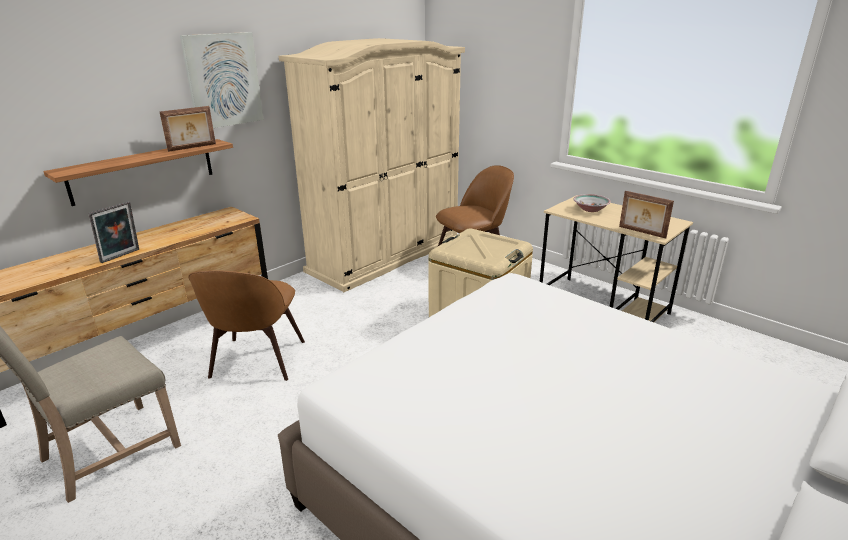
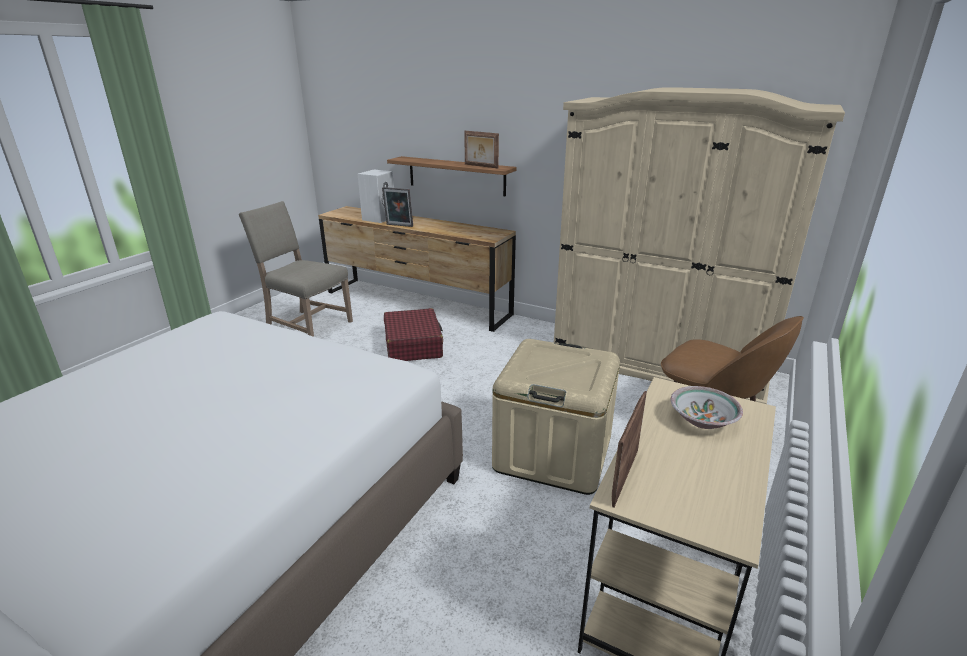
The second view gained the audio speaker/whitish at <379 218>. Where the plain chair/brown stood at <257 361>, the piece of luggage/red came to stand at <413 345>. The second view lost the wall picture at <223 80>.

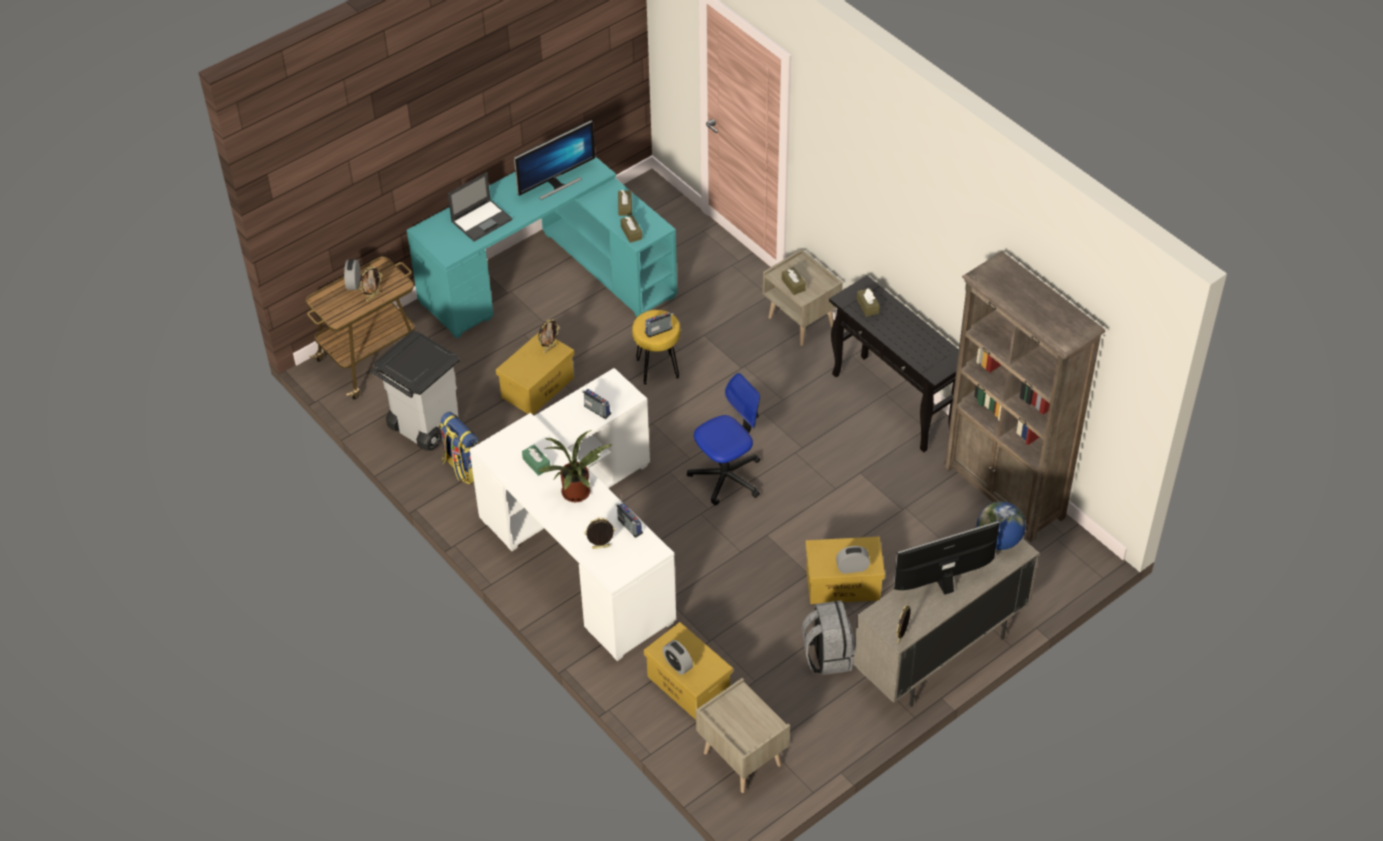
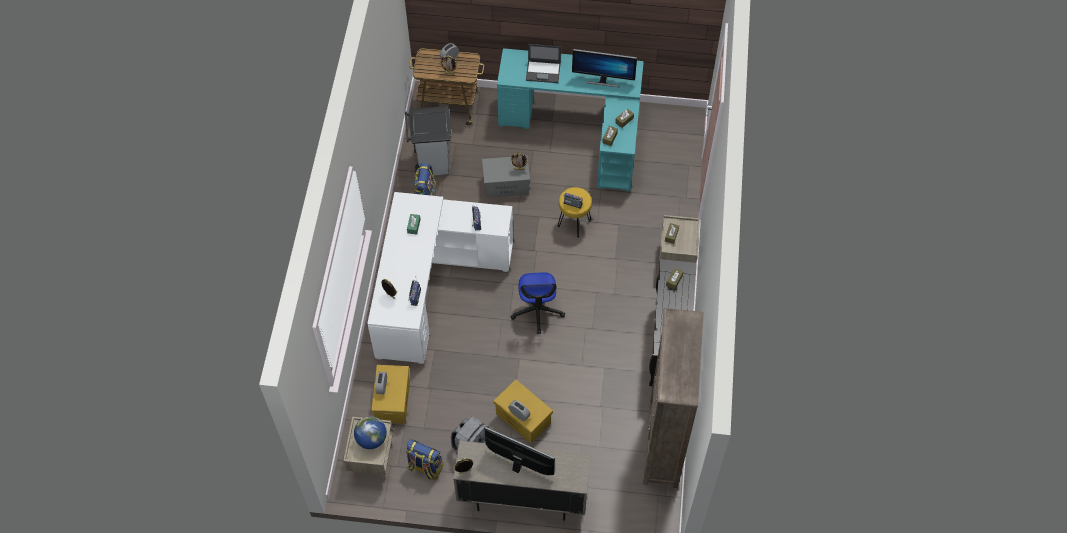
The world globe ended up elsewhere, having gone from <998 540> to <372 439>. The second view gained the knapsack at <425 467>. What was the storage box/yellow-coloured at <538 387> turned into the storage box/greyish at <506 184>. The desk chair at <726 476> ended up facing another way, 75 degrees clockwise from before. The second view lost the plant in a pot at <576 495>.

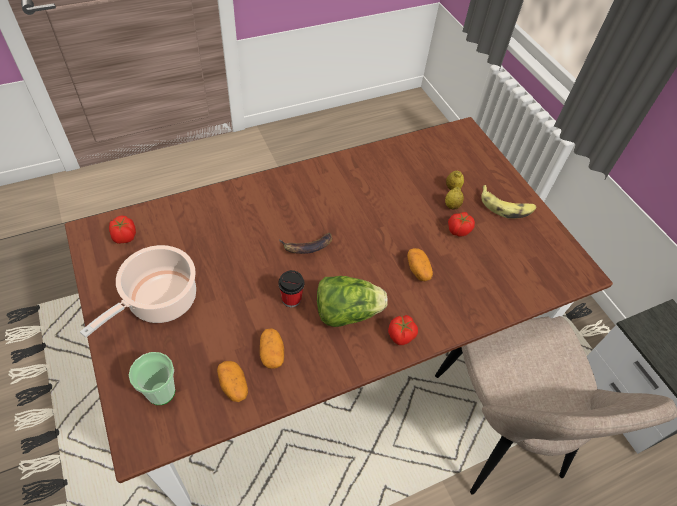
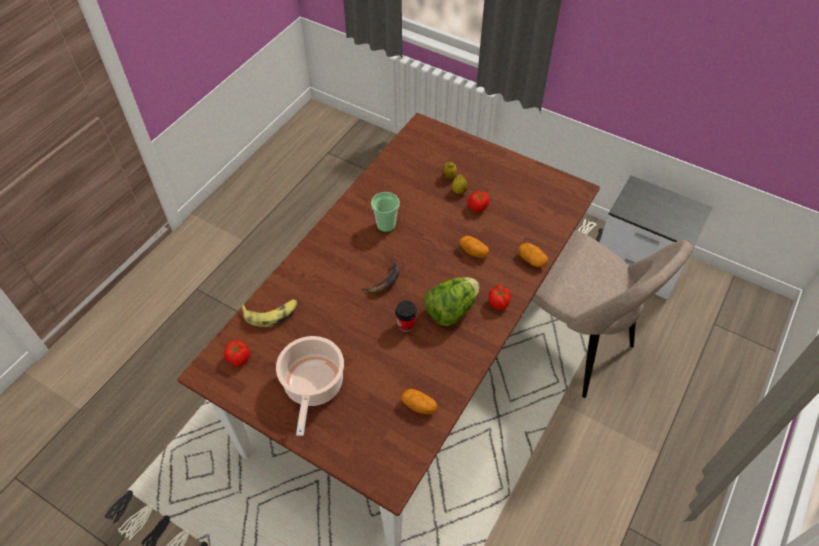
The banana fruit ended up elsewhere, having gone from <506 207> to <271 314>. The cup ended up elsewhere, having gone from <161 392> to <386 225>. The whole potato ended up elsewhere, having gone from <272 353> to <531 260>.

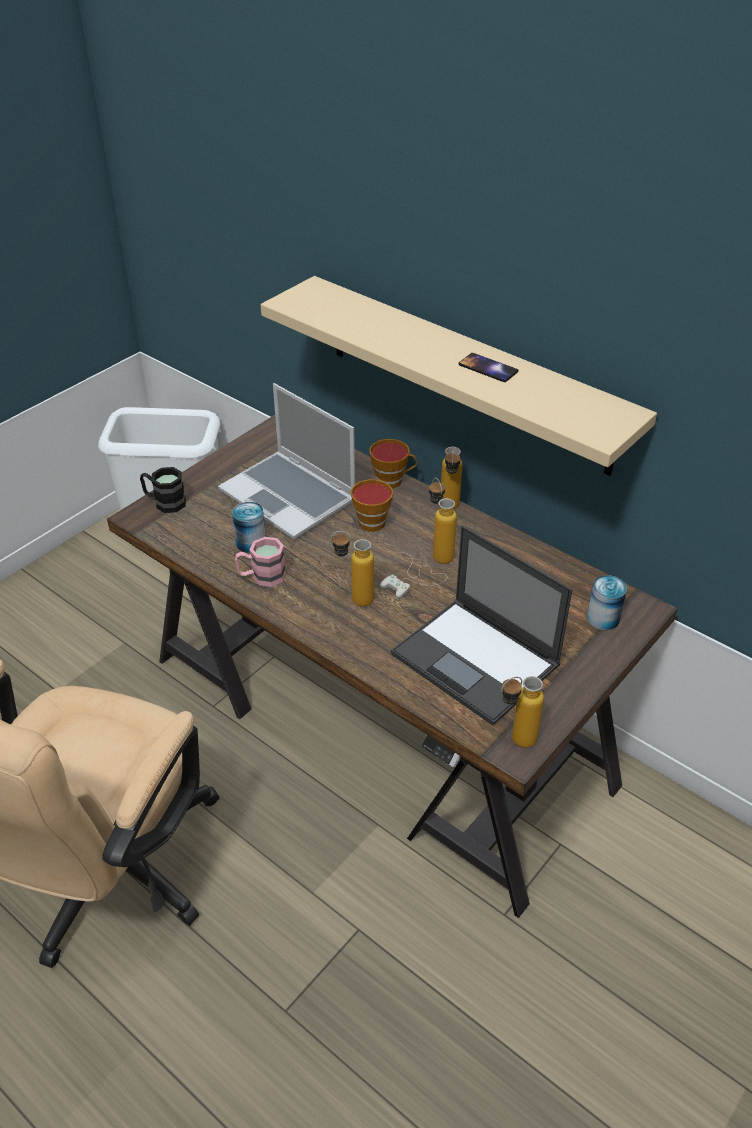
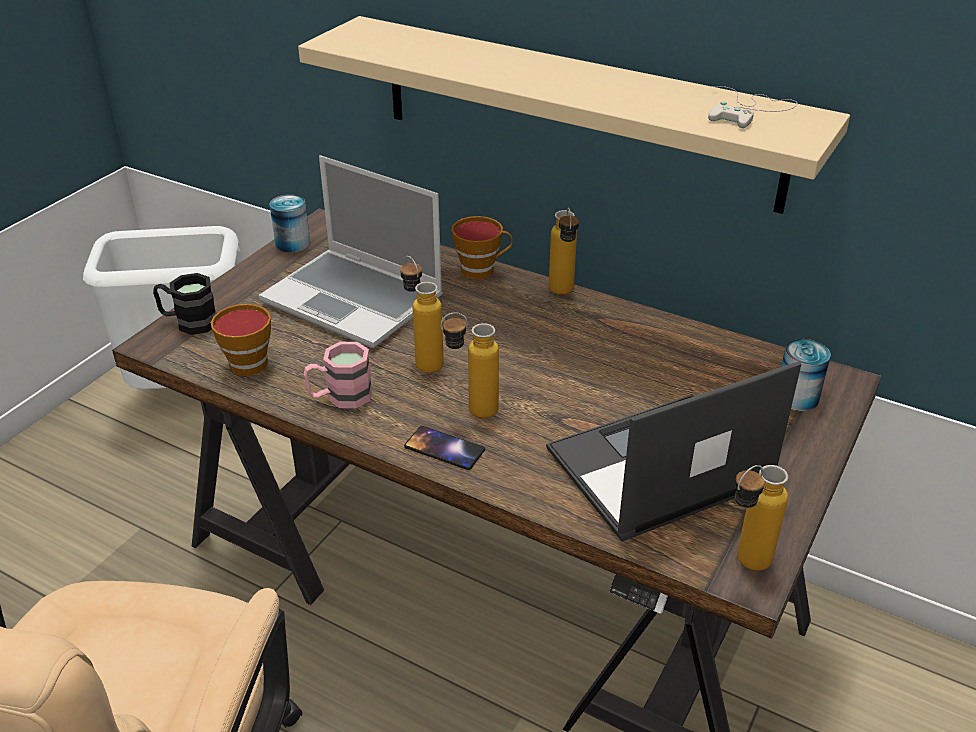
The cup ended up elsewhere, having gone from <373 520> to <251 361>. The sealed can ended up elsewhere, having gone from <251 542> to <292 243>. The drink bottle ended up elsewhere, having gone from <439 552> to <423 360>. The handset ended up elsewhere, having gone from <488 368> to <444 448>. The portable computer at <477 660> ended up facing another way, 120 degrees clockwise from before. The game controller/whitish ended up elsewhere, having gone from <413 579> to <749 110>.

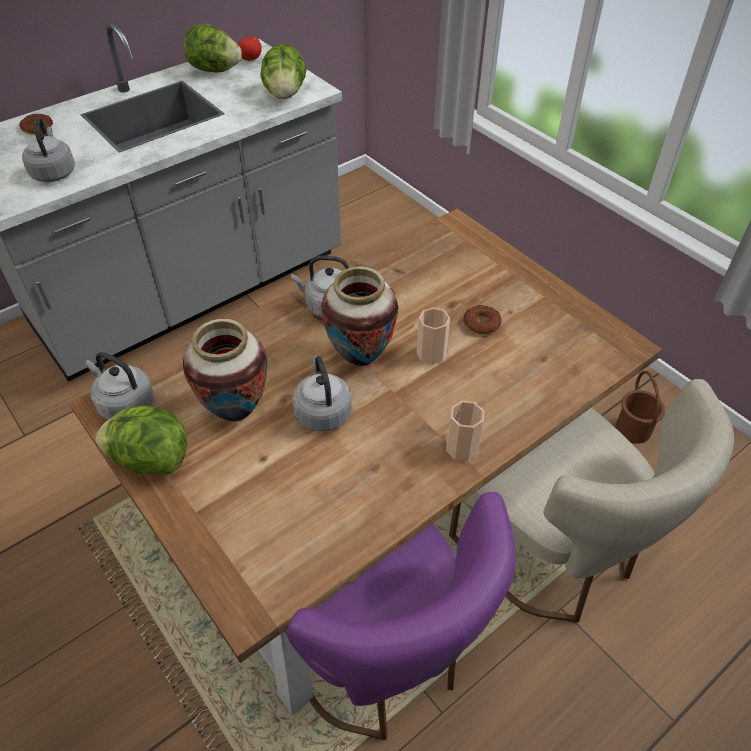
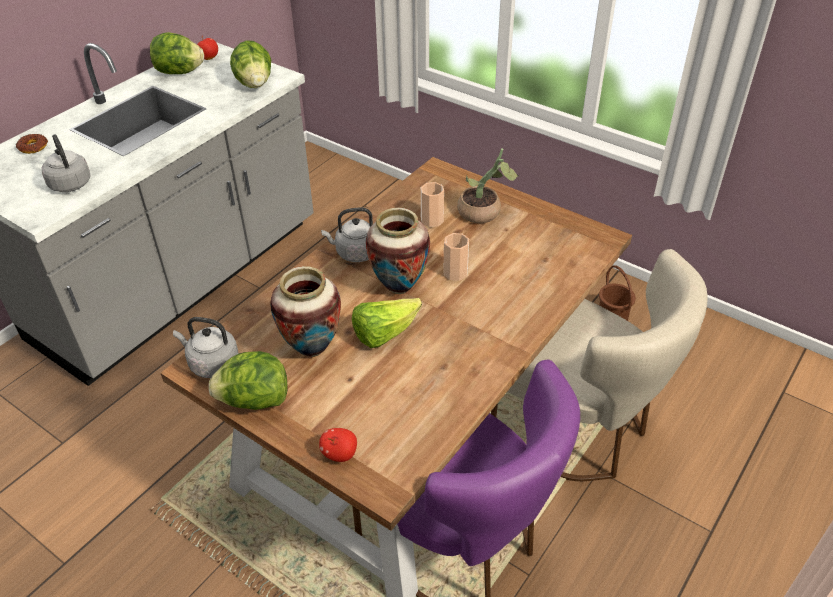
The second view gained the apple fruit at <340 454>. Where the tea kettle/greyish stood at <322 411>, the head of lettuce came to stand at <384 334>. The cup ended up elsewhere, having gone from <462 448> to <432 220>. The second view gained the plant in a pot at <484 213>. The second view lost the donut at <481 323>.

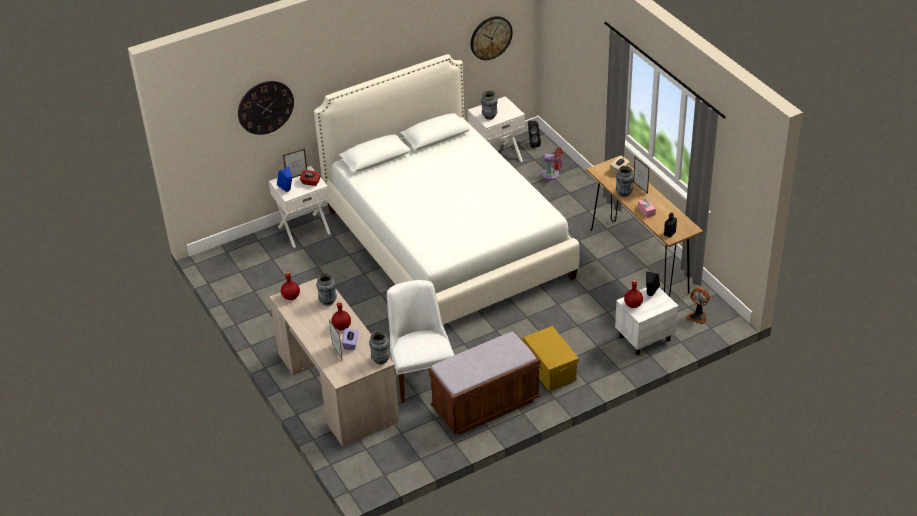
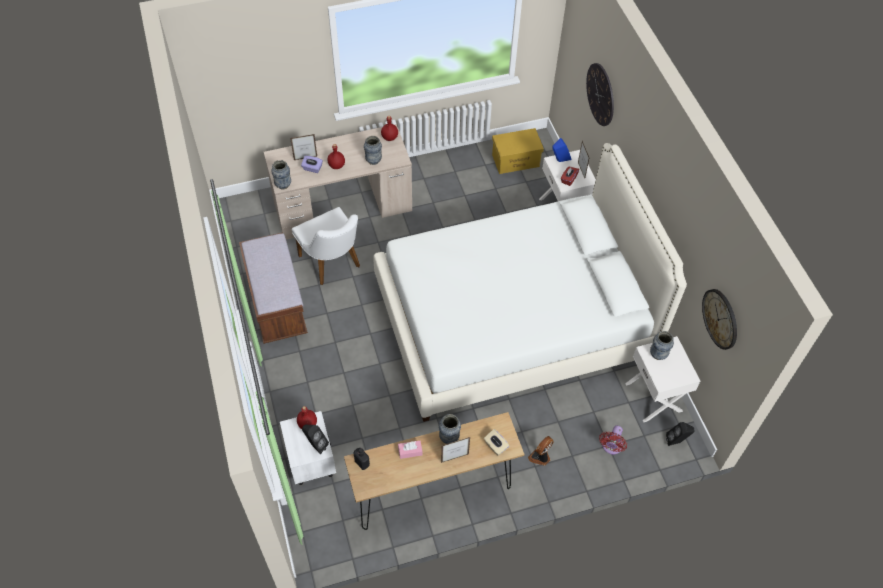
The plain chair/whitish at <421 375> ended up facing another way, 60 degrees clockwise from before. The storage box/yellow-coloured ended up elsewhere, having gone from <551 370> to <515 161>. The cooling fan ended up elsewhere, having gone from <697 316> to <540 457>.

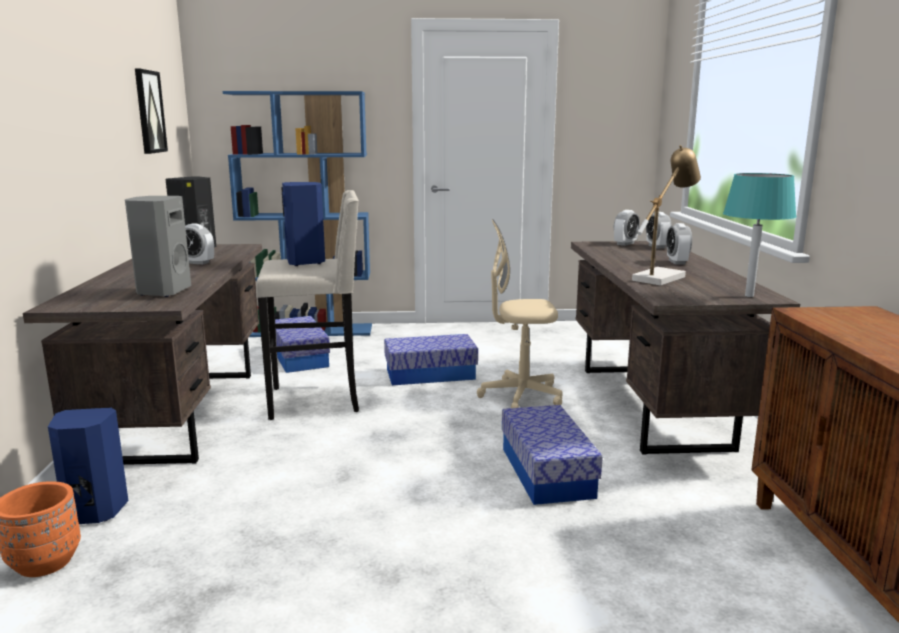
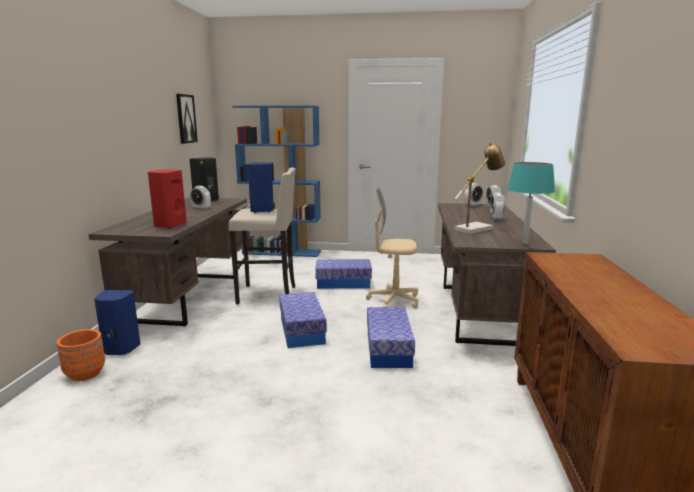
What was the audio speaker/greyish at <162 292> turned into the audio speaker/red at <169 225>. The storage box ended up elsewhere, having gone from <299 357> to <302 330>.

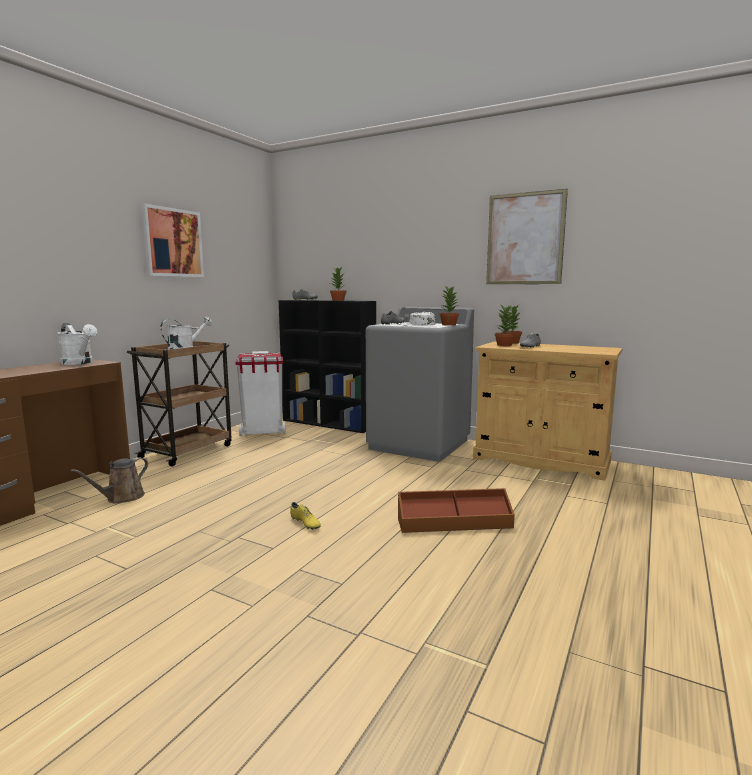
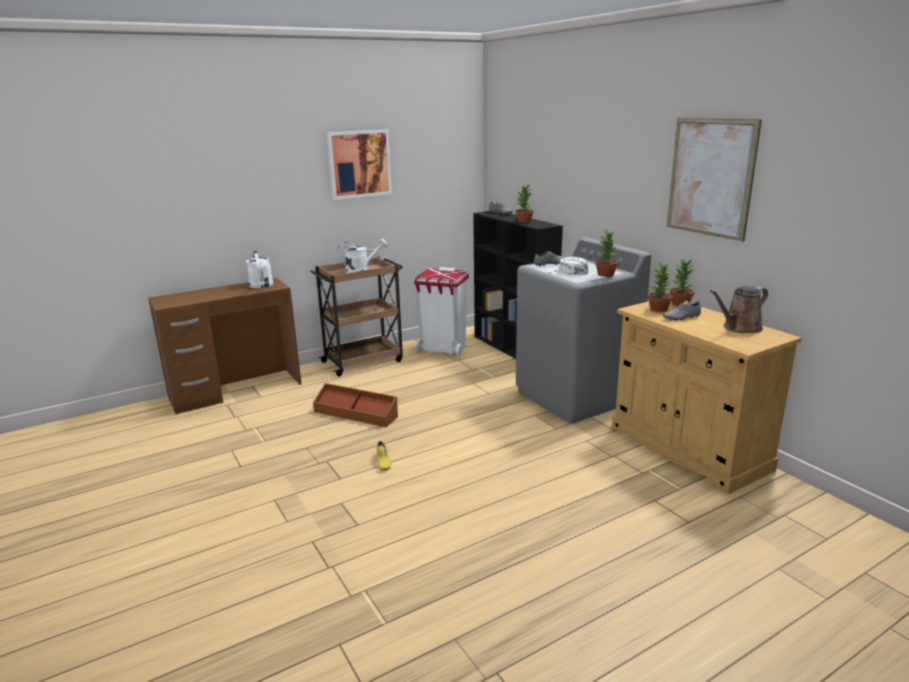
The storage box/brown ended up elsewhere, having gone from <454 522> to <356 413>. The sprinkling can/brown ended up elsewhere, having gone from <122 498> to <739 328>.

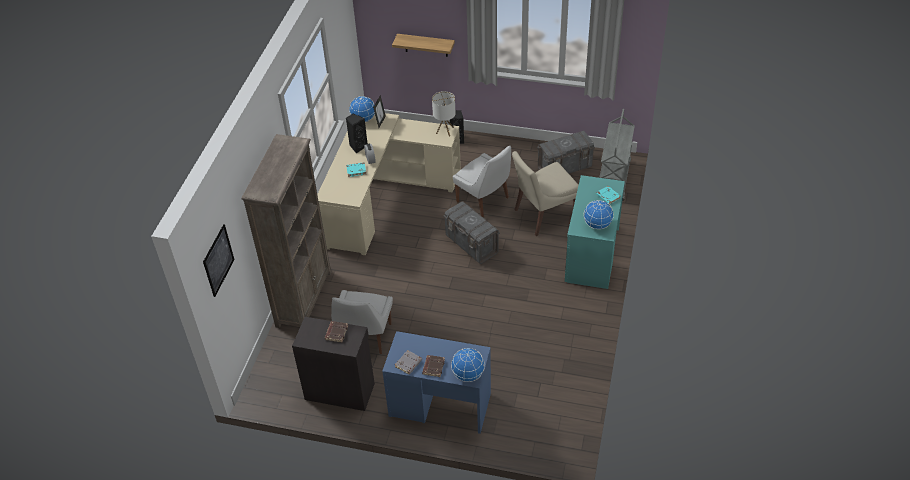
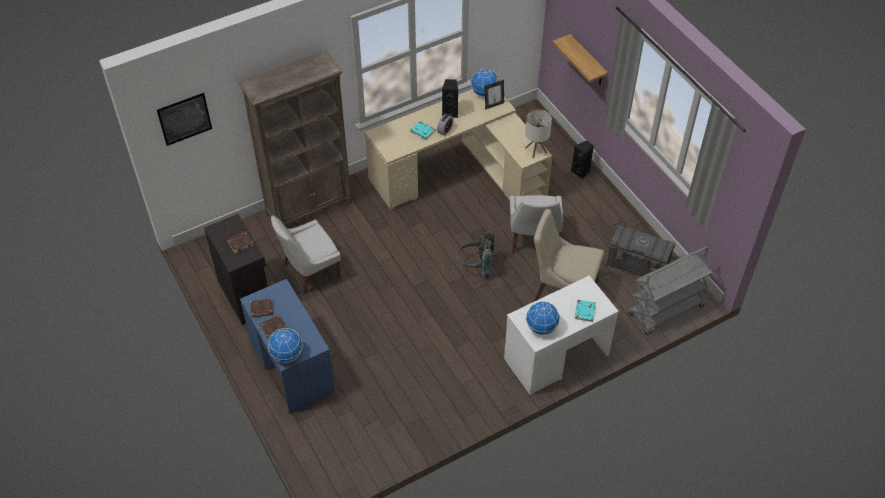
What was the volume/greyish at <408 364> turned into the volume/brown at <261 310>. Where the storage box/greyish stood at <471 244>, the knapsack/greyish came to stand at <475 267>. What was the desk unit/blue-green at <592 255> turned into the desk unit/whitish at <556 357>.

